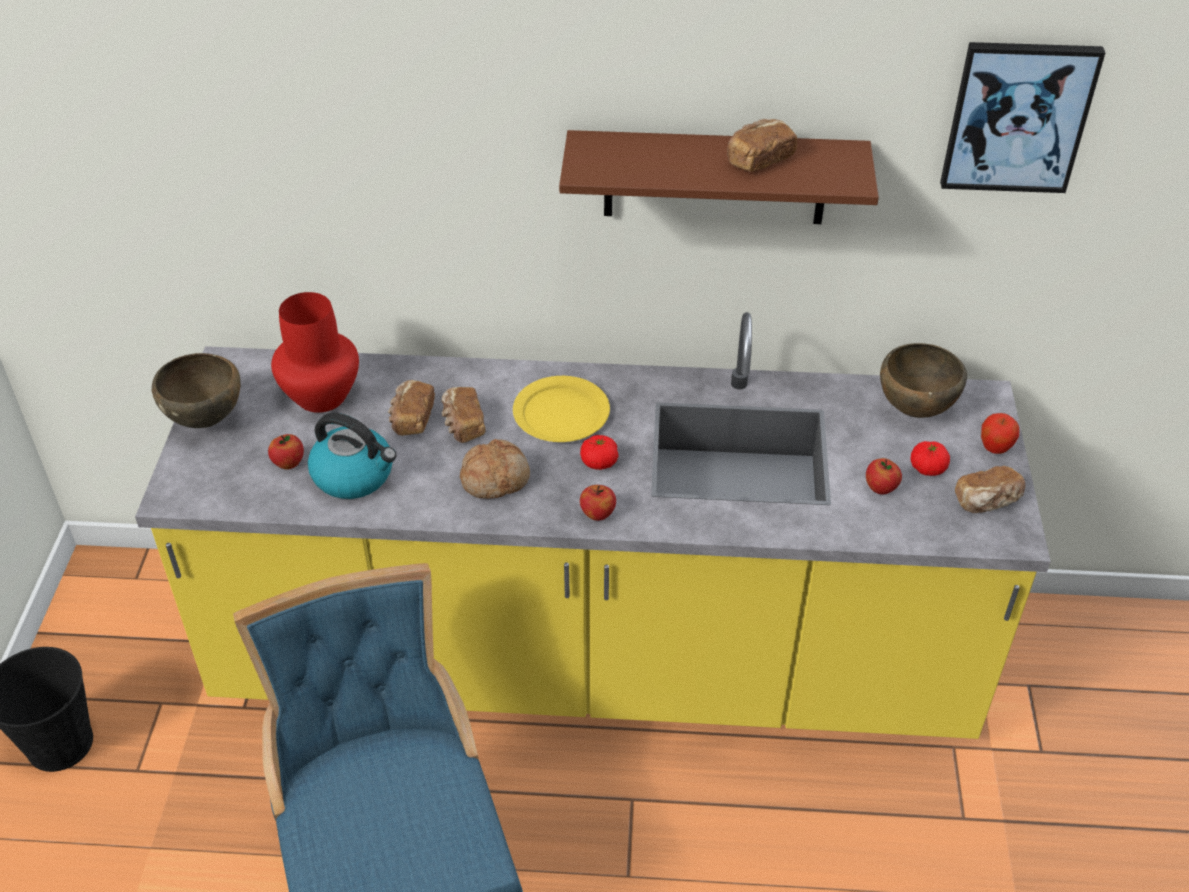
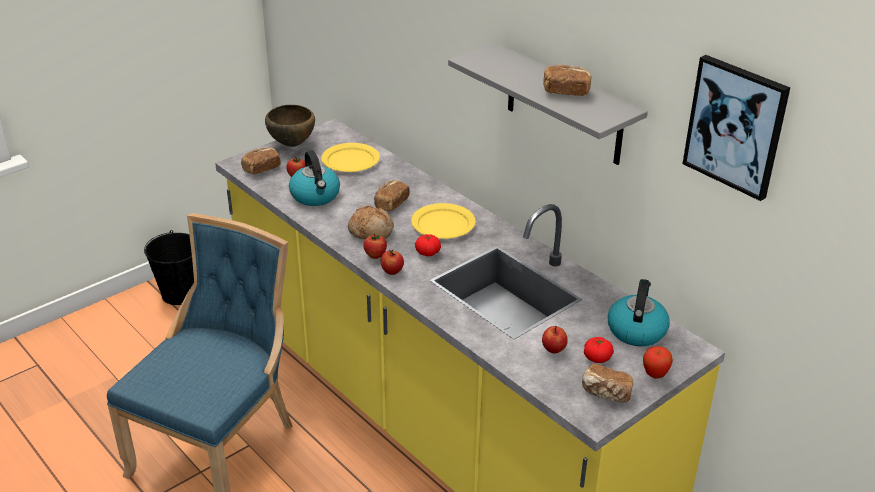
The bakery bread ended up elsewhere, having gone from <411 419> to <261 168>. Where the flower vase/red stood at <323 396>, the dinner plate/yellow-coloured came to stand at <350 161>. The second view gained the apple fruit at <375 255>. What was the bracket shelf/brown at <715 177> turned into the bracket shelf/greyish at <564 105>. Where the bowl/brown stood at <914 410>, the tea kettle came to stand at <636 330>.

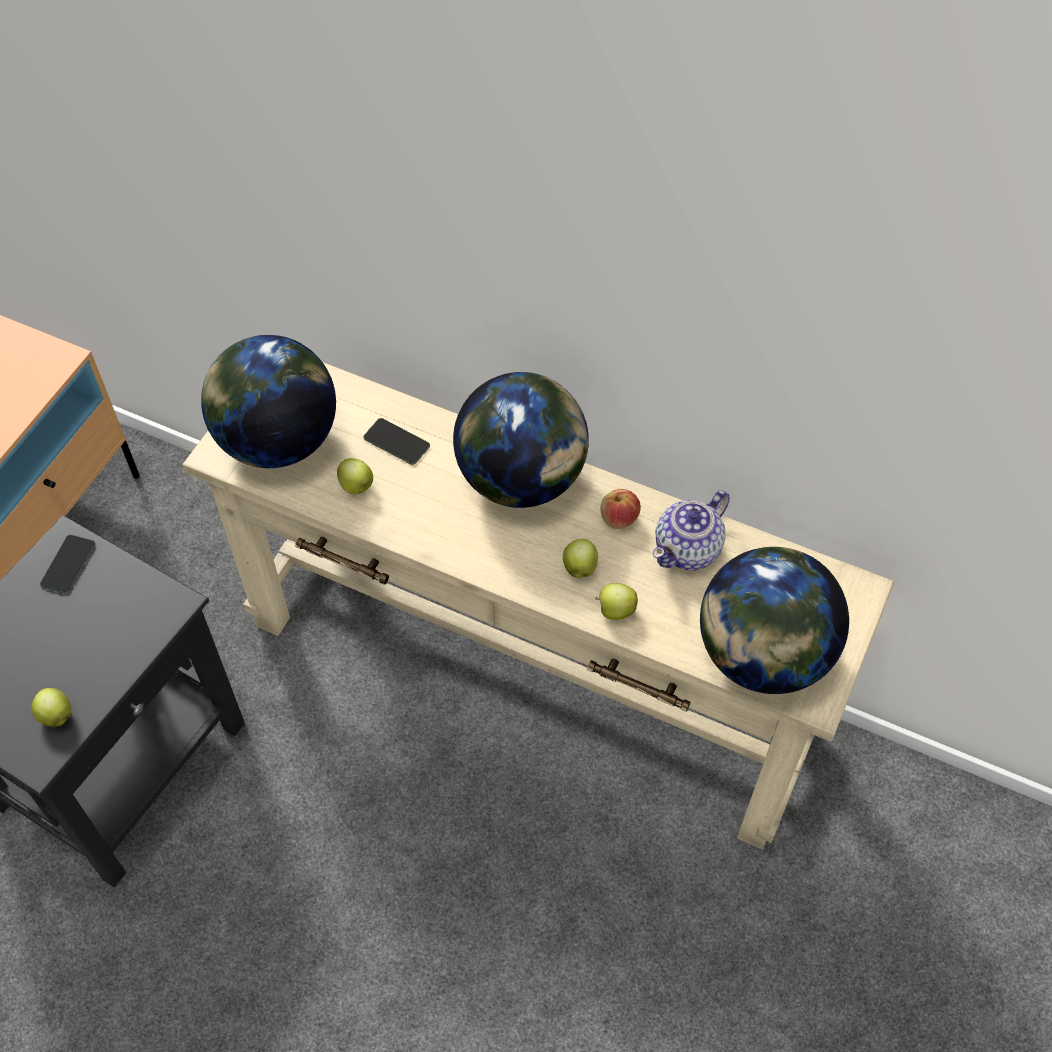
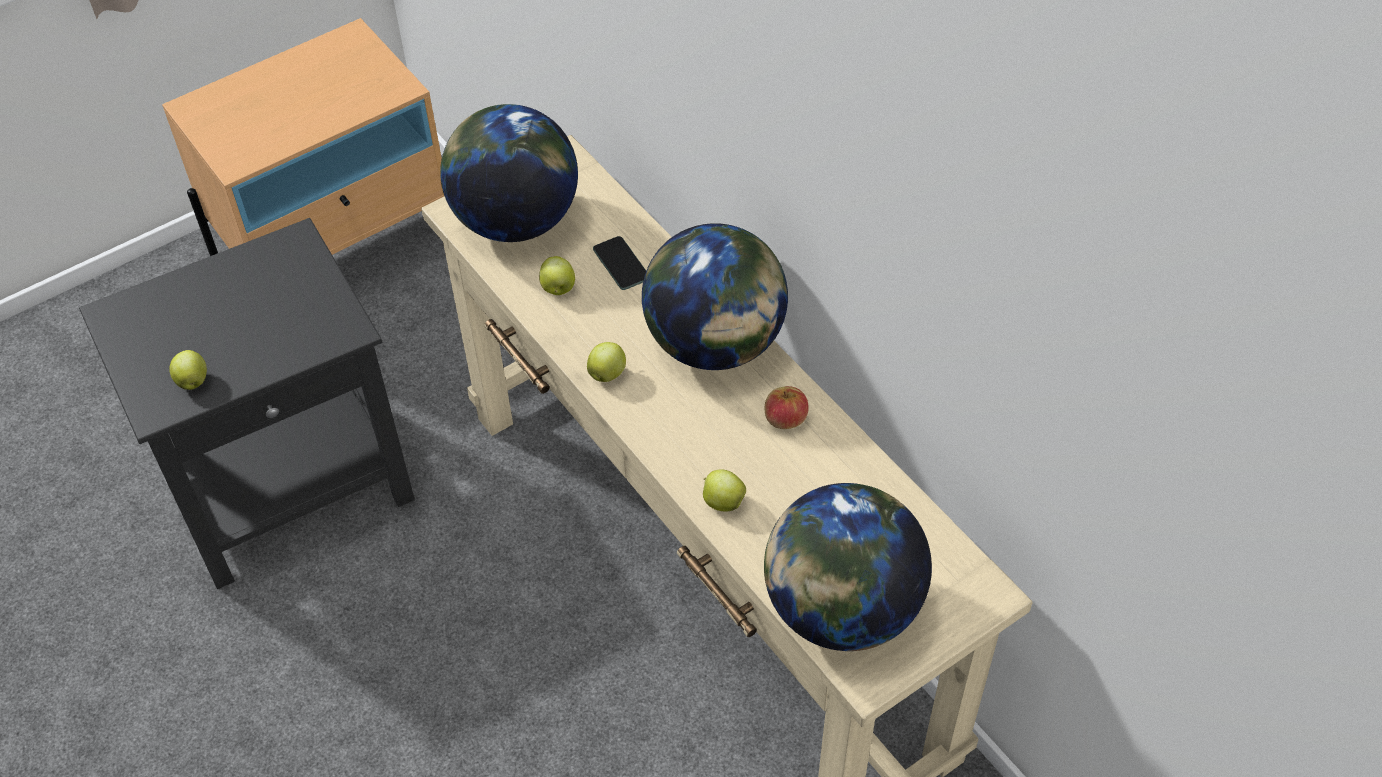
The apple fruit ended up elsewhere, having gone from <579 567> to <607 373>. The second view lost the handset at <68 564>. The second view lost the tea pot at <689 549>.

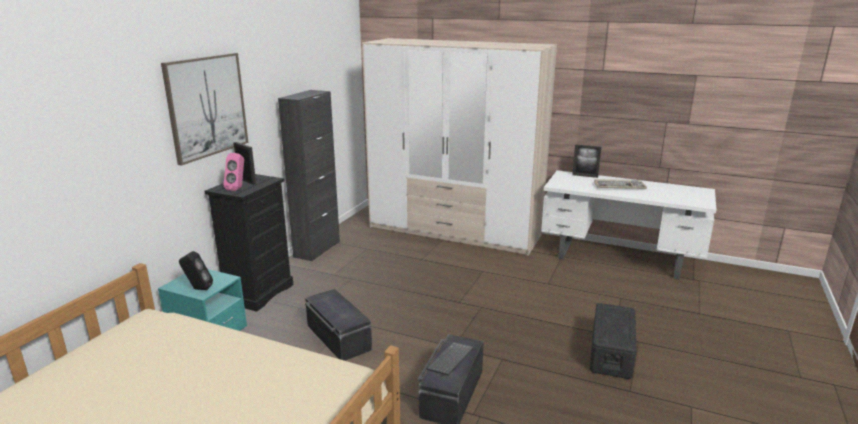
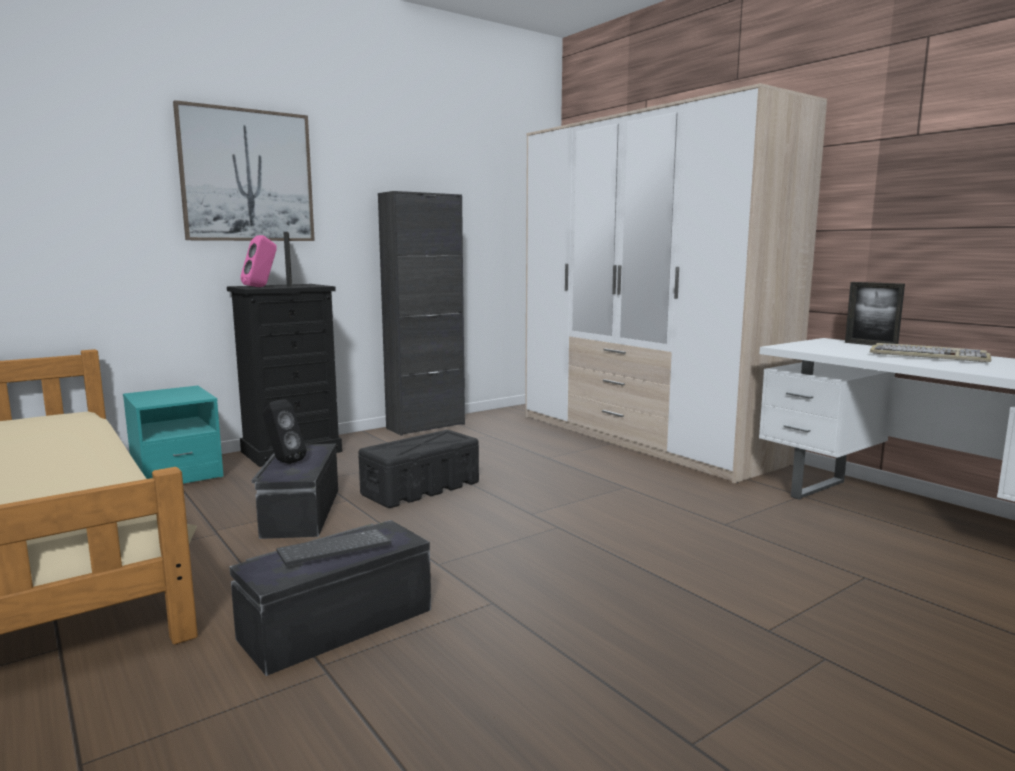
The audio speaker/black ended up elsewhere, having gone from <198 289> to <283 461>. The storage box/black ended up elsewhere, having gone from <611 352> to <421 488>.

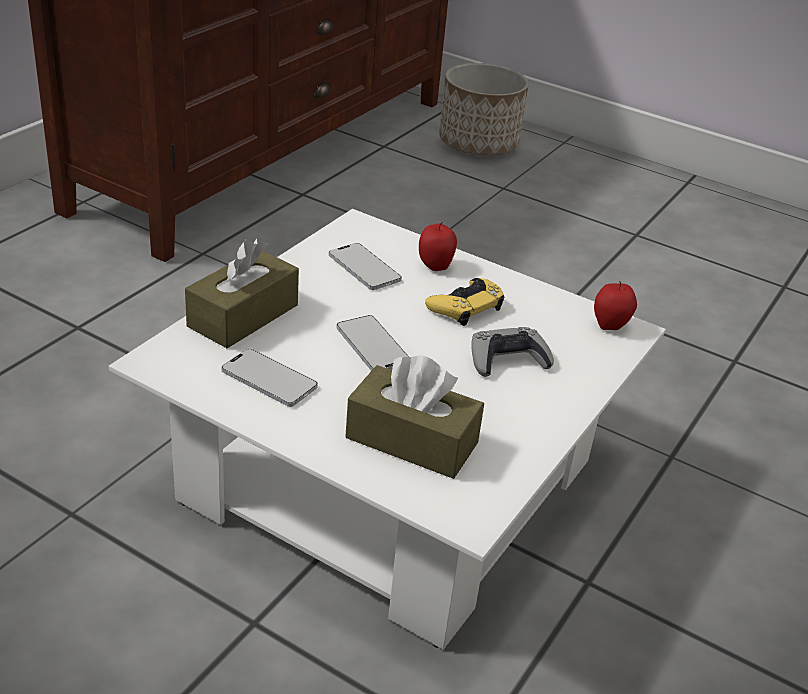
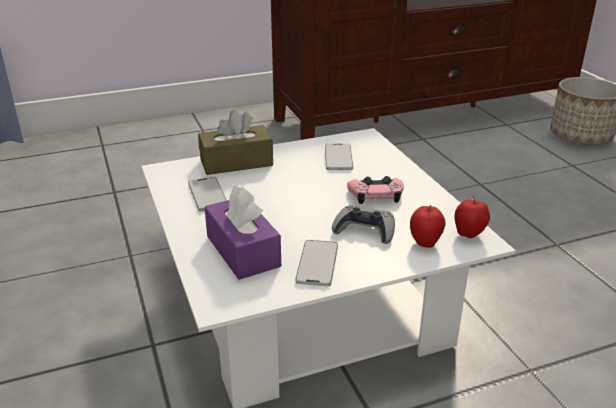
What was the tissue holder/brown at <412 440> turned into the tissue holder/purple at <243 251>. The handset ended up elsewhere, having gone from <372 346> to <317 264>. What was the game controller/yellow-coloured at <465 307> turned into the game controller/pink-coloured at <376 194>. The apple fruit ended up elsewhere, having gone from <435 266> to <425 243>.

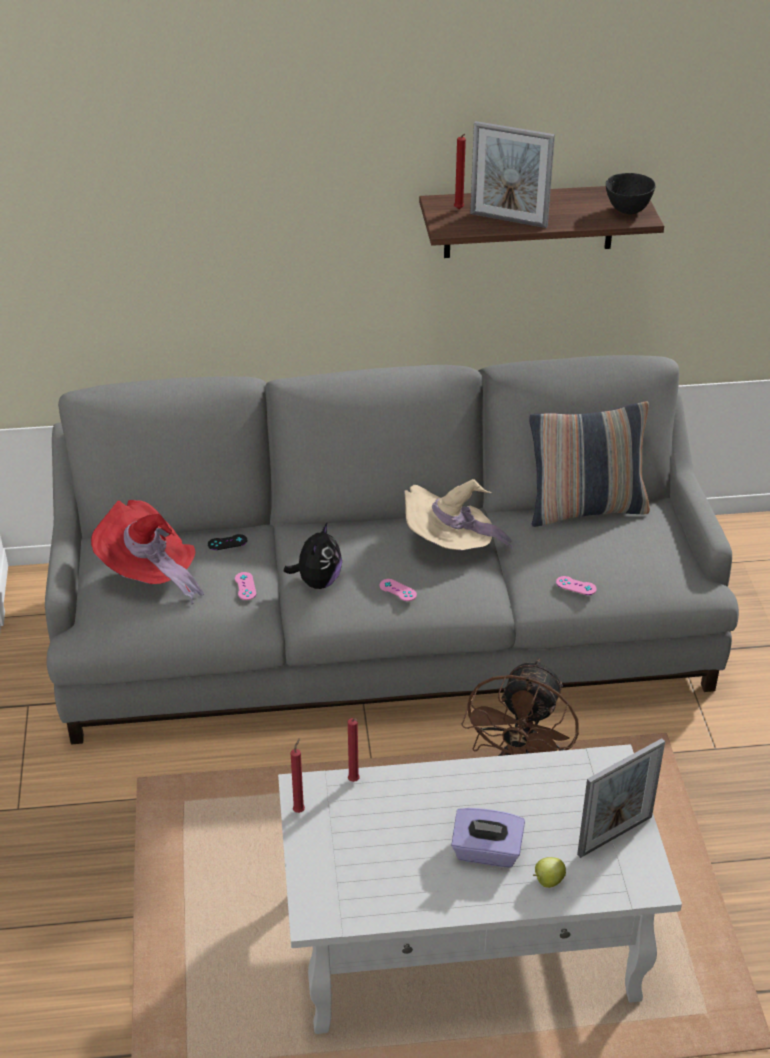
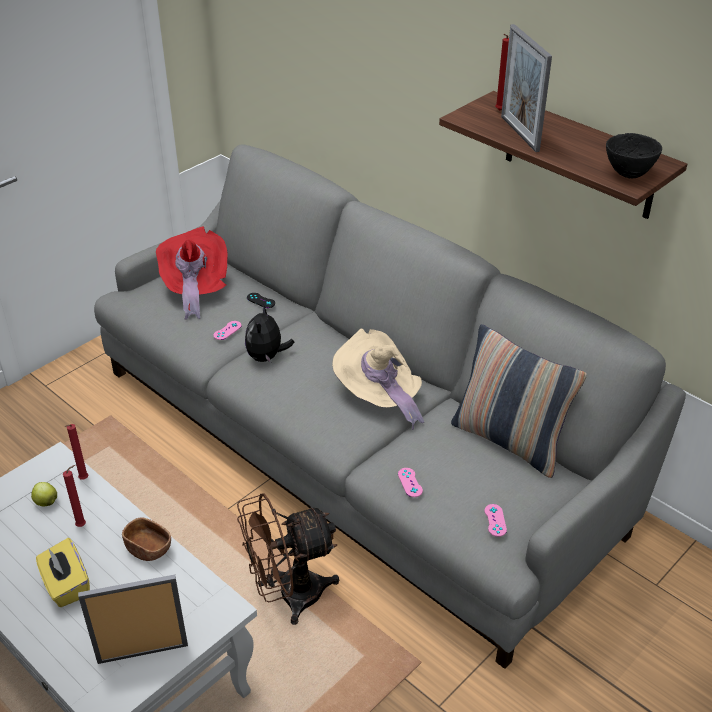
The apple fruit ended up elsewhere, having gone from <547 881> to <45 502>. What was the tissue holder/purple at <486 852> turned into the tissue holder/yellow-coloured at <66 585>. The wax candle/red ended up elsewhere, having gone from <300 810> to <83 525>. The photo frame at <615 835> ended up facing another way, 150 degrees clockwise from before. The second view gained the bowl/brown at <149 549>. The soft toy at <317 581> ended up facing another way, 120 degrees clockwise from before. The game controller/pink-coloured ended up elsewhere, having gone from <398 590> to <495 520>.

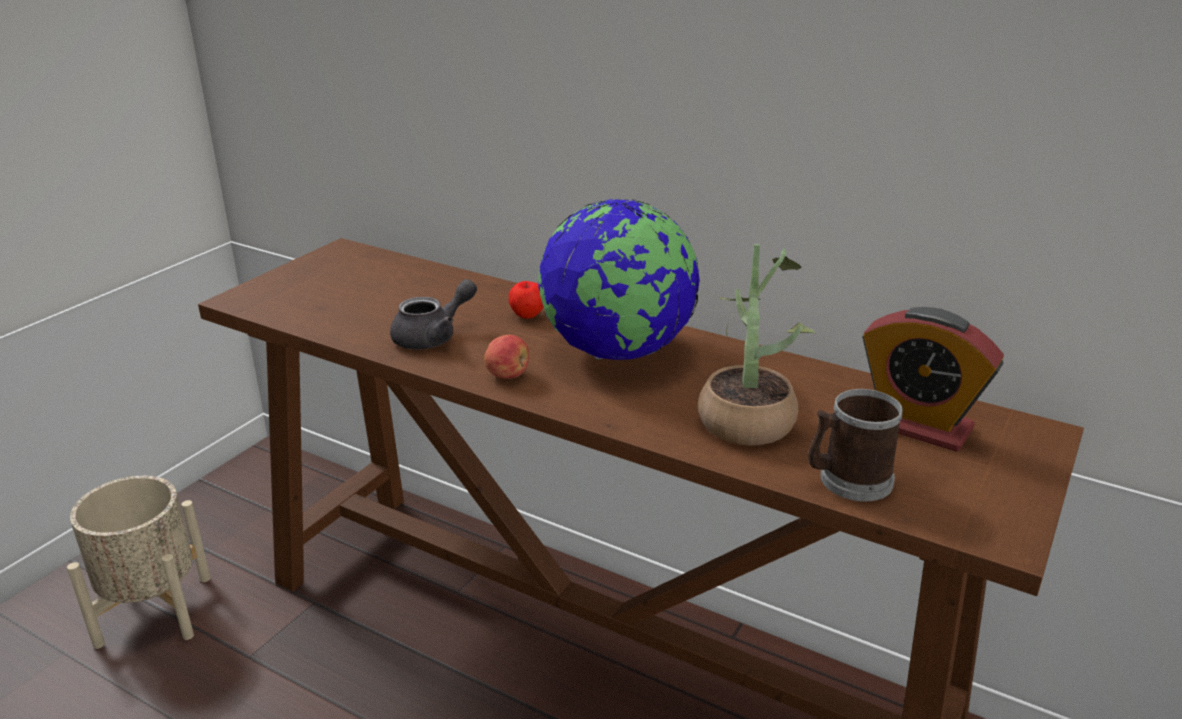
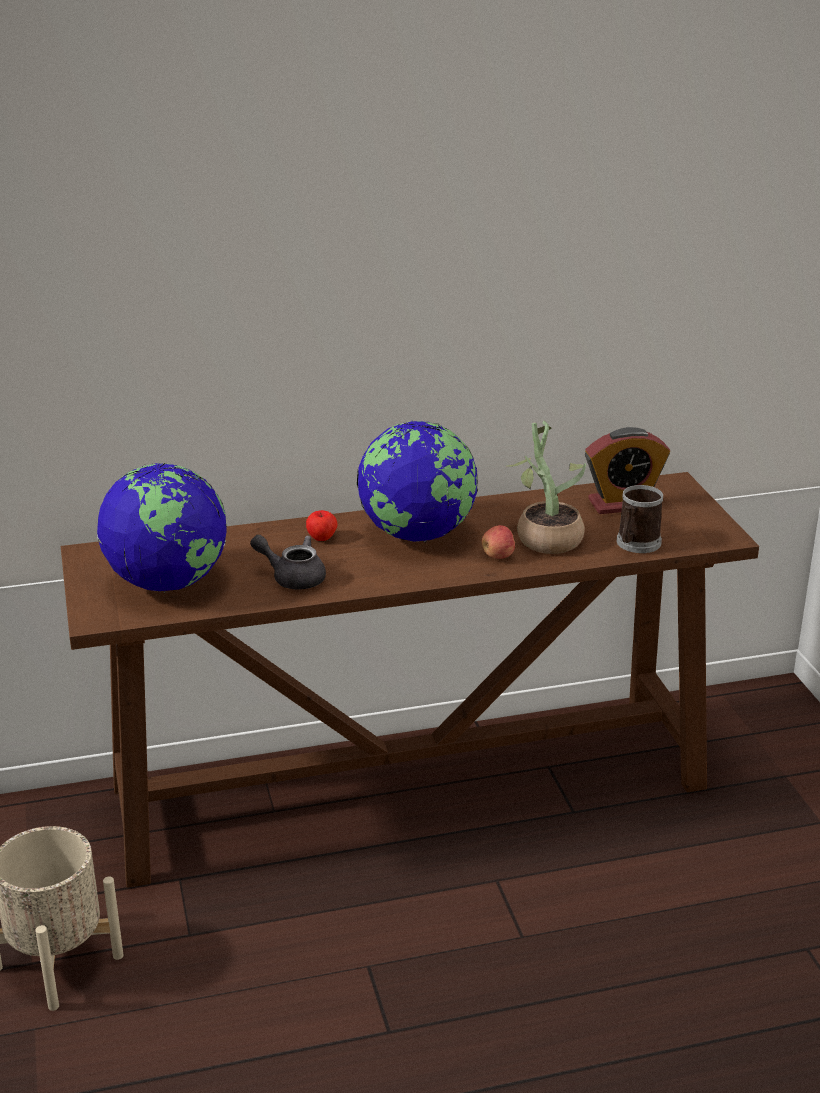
The second view gained the world globe at <167 582>. The tea pot/greyish at <433 337> ended up facing another way, 75 degrees counterclockwise from before. The apple fruit ended up elsewhere, having gone from <508 375> to <498 556>.

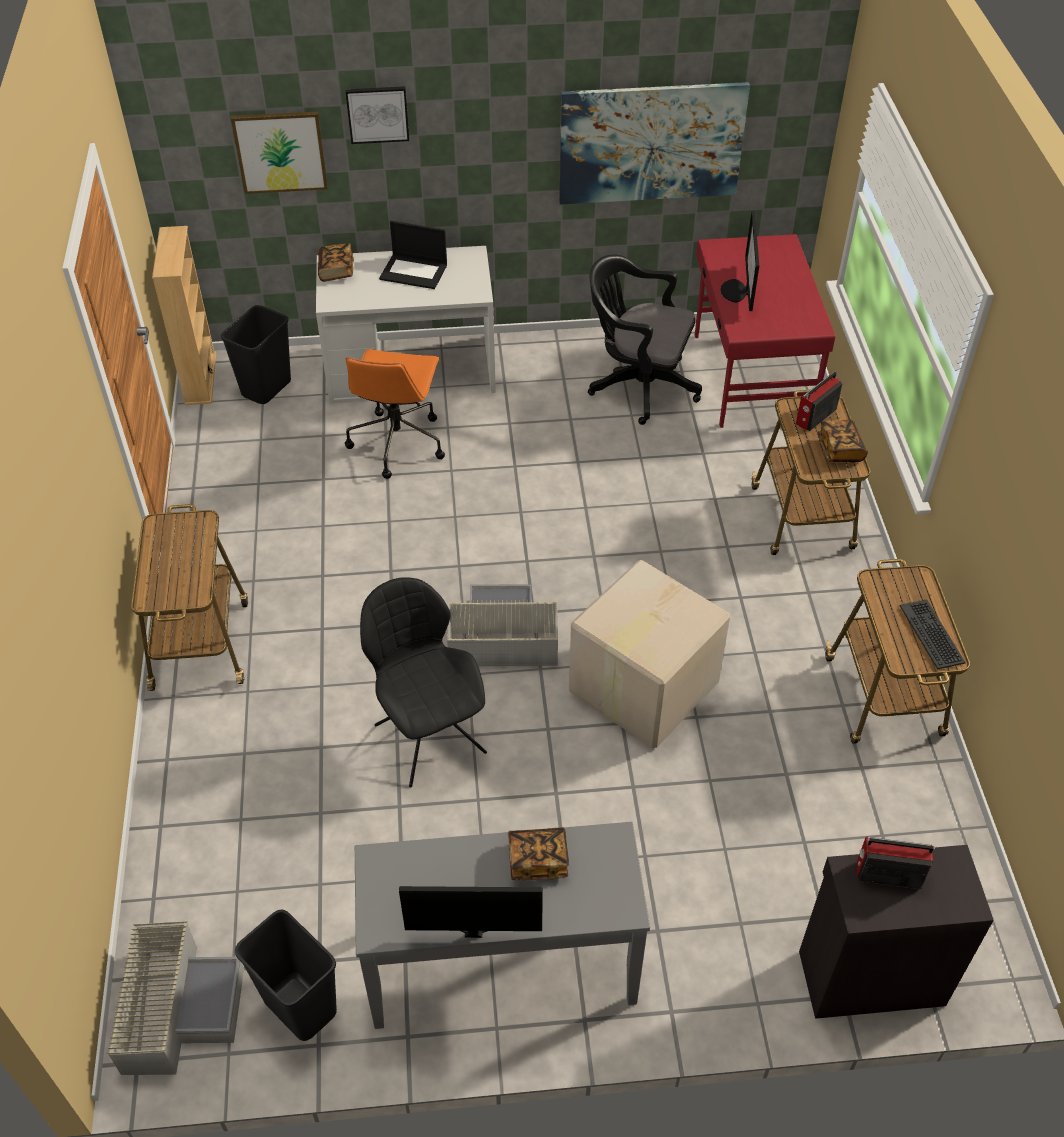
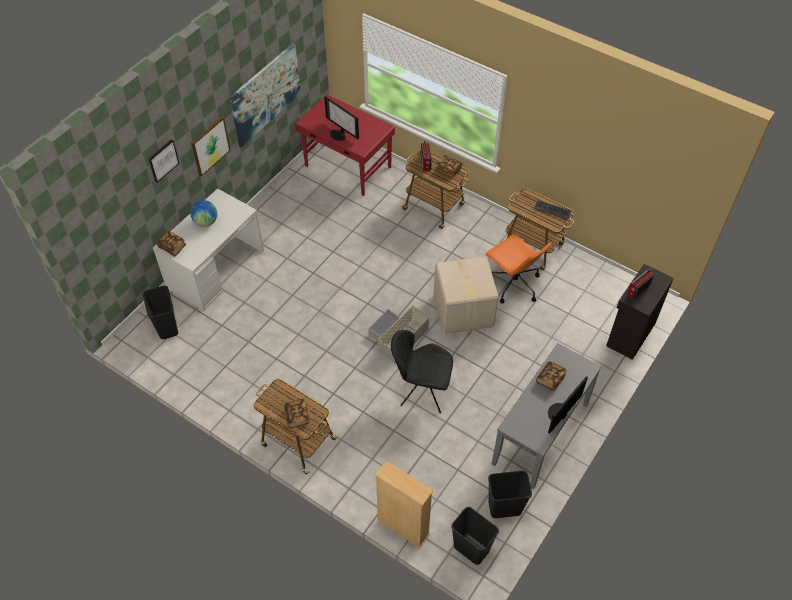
Where the portable computer stood at <414 272>, the world globe came to stand at <206 222>. The wall picture ended up elsewhere, having gone from <280 151> to <210 146>. The second view gained the volume at <297 416>. The bookcase/beige ended up elsewhere, having gone from <200 378> to <403 527>. Where the storage box/greyish stood at <177 1006>, the trash can/black came to stand at <470 549>. The desk chair/orange ended up elsewhere, having gone from <397 442> to <513 284>. The second view lost the desk chair/black at <638 385>.

